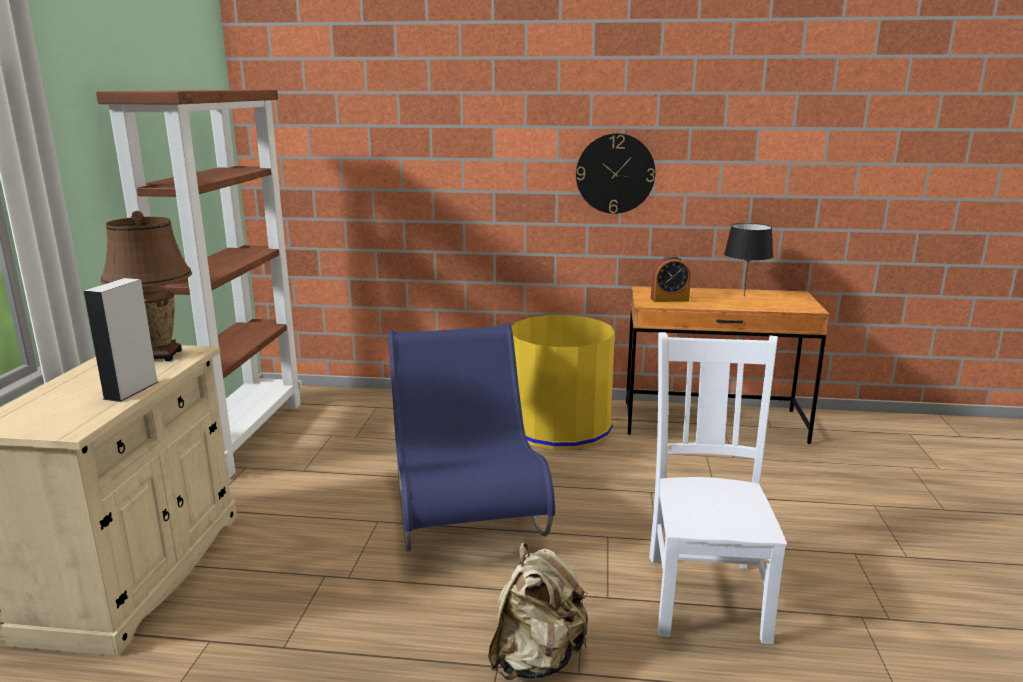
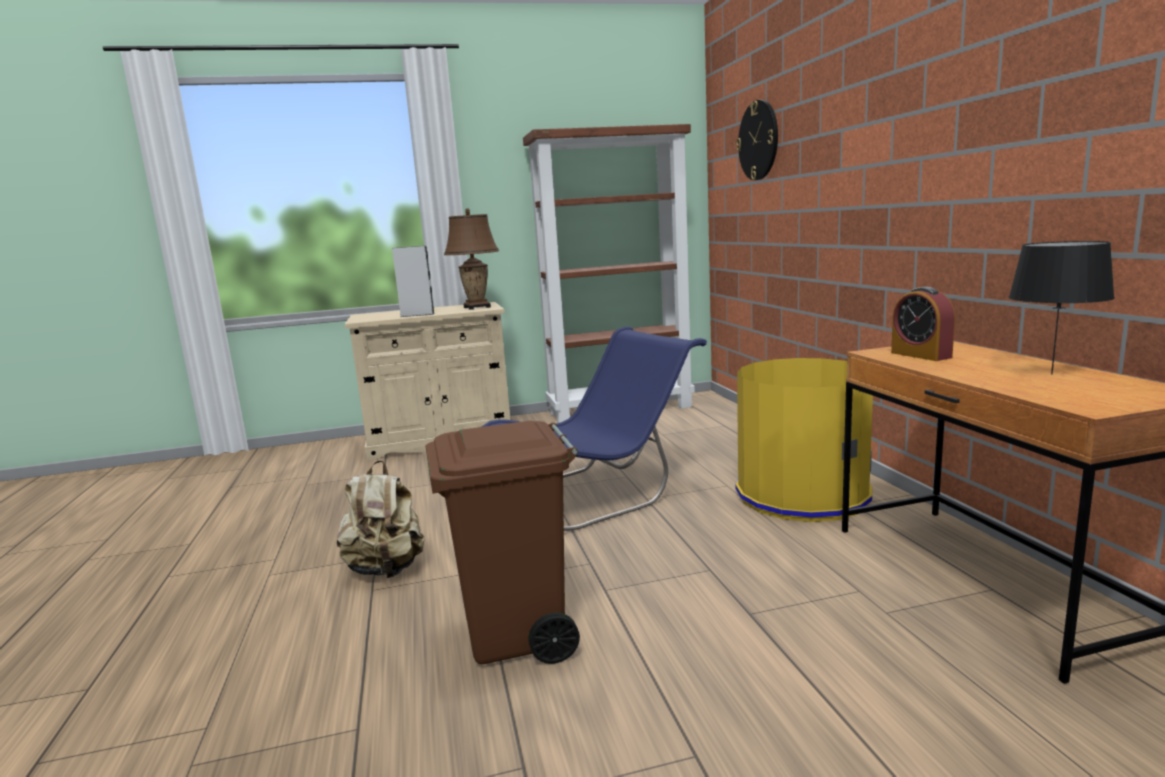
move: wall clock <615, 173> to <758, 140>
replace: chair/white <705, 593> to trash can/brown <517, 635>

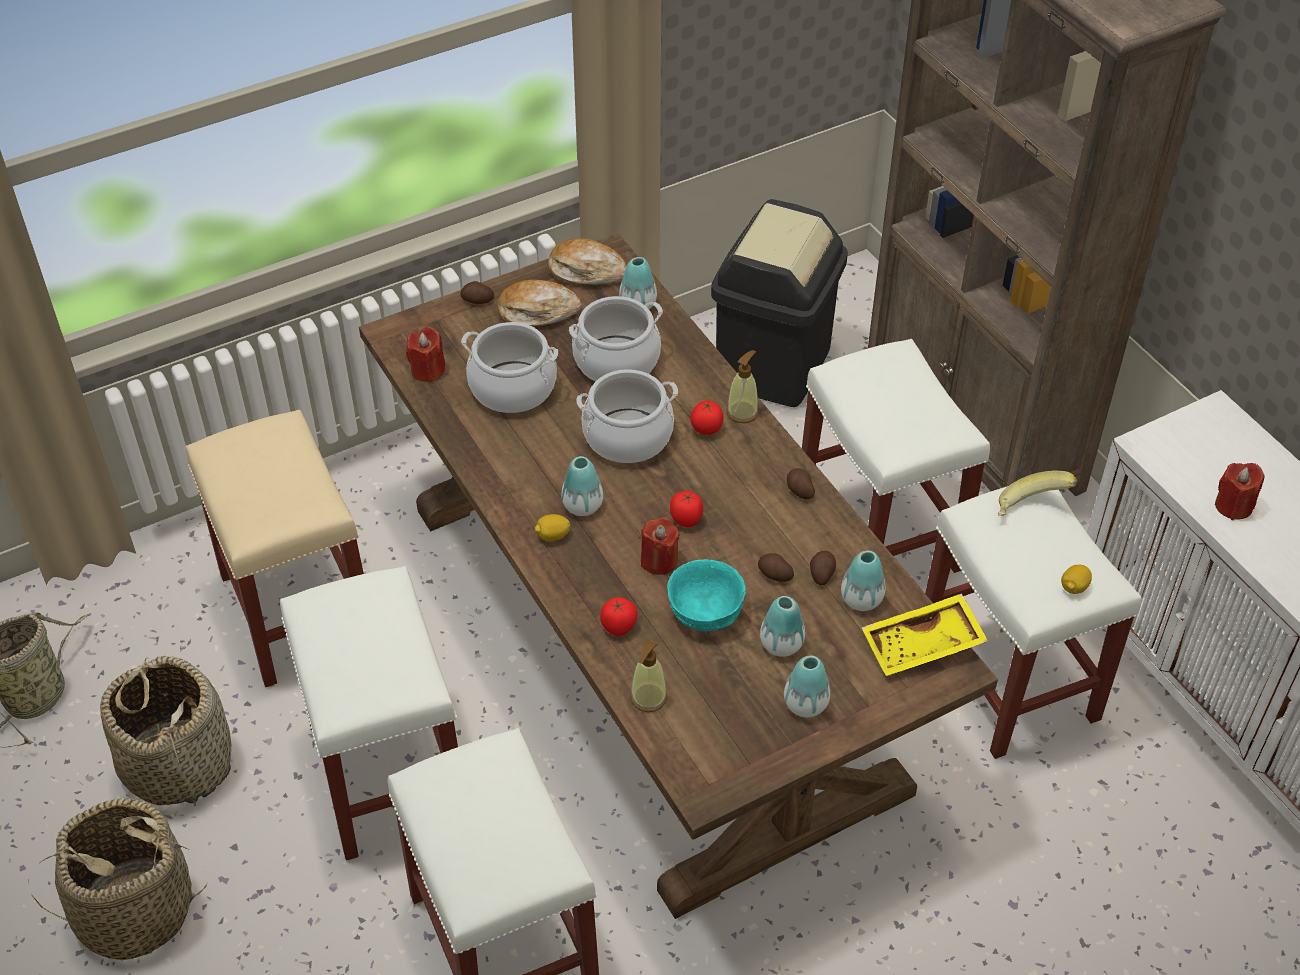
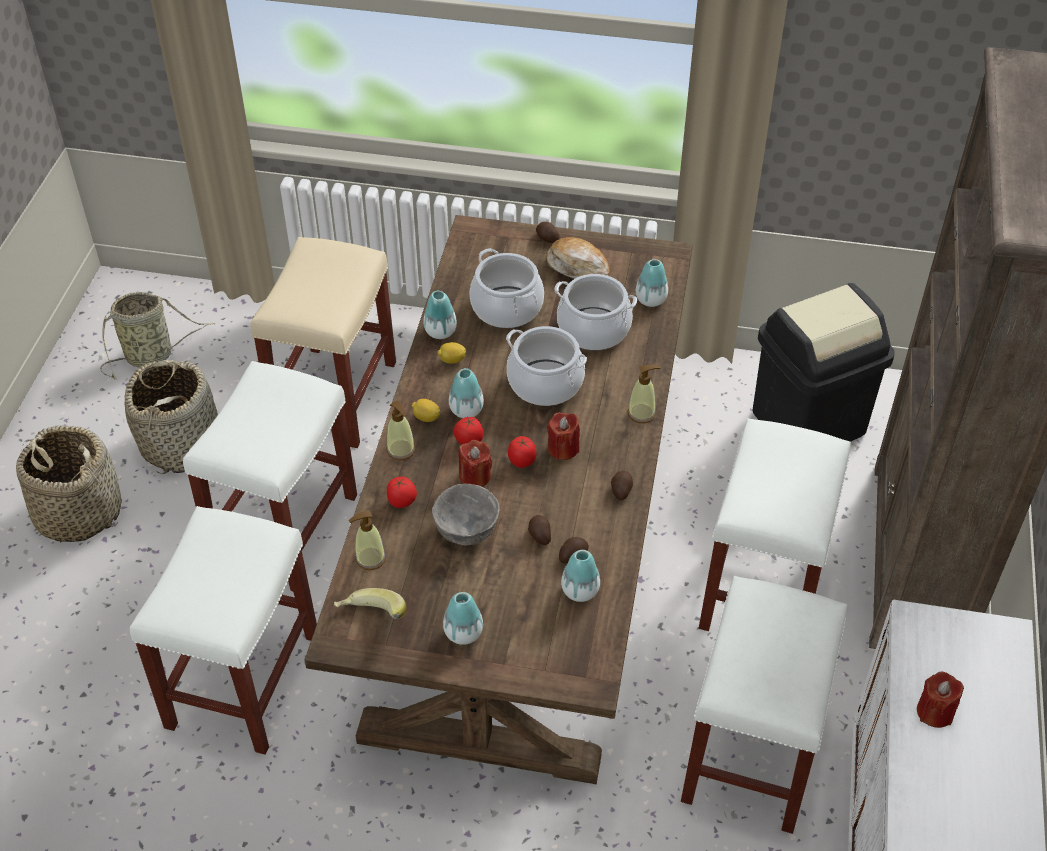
delete: bread <586, 271>; tray/yellow <923, 646>
insert: soap dispenser <401, 450>
move: candle/red <428, 370> to <563, 448>; tomato <706, 429> to <469, 441>; vase <781, 644> to <440, 332>; banana <1031, 509> to <371, 618>; lemon <1074, 587> to <452, 360>
recolor: bowl/turquoise <706, 612> to bowl/grey <467, 529>

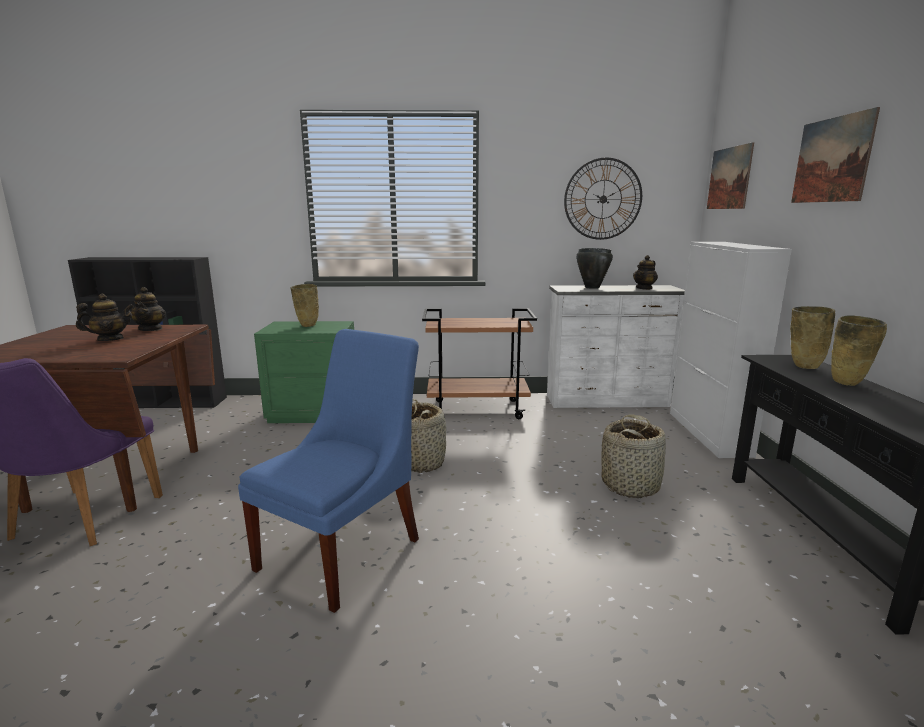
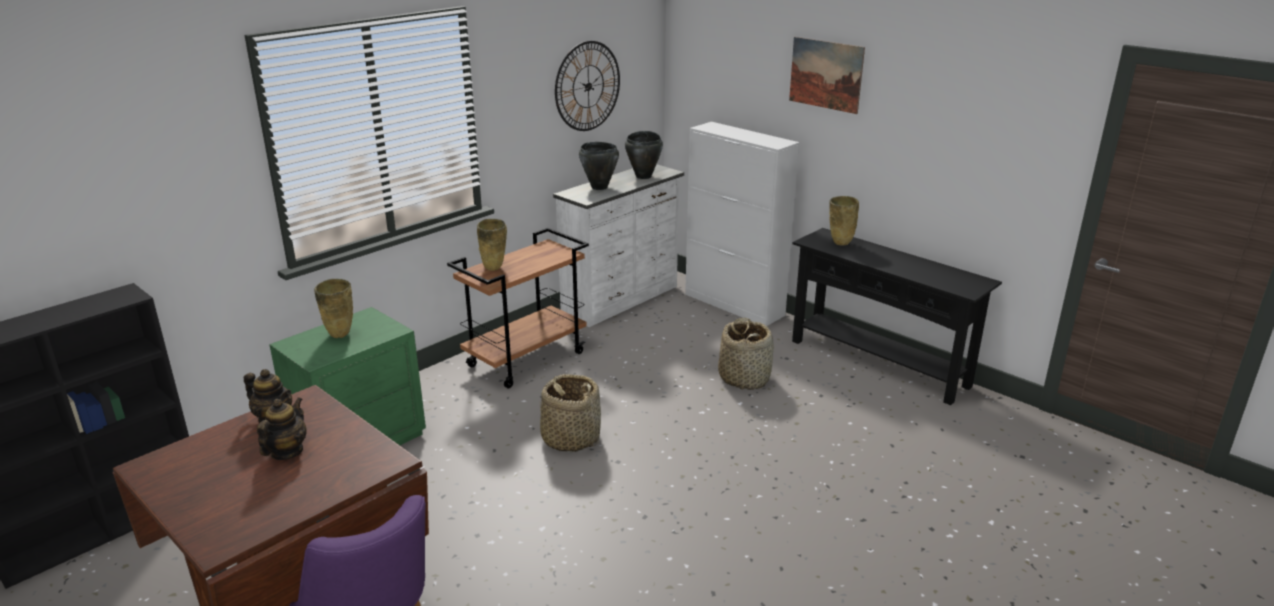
delete: chair/blue <345, 550>; picture <729, 178>
move: vase/beige <847, 384> to <494, 268>
replace: teapot <644, 288> to cooking pot/black <644, 176>

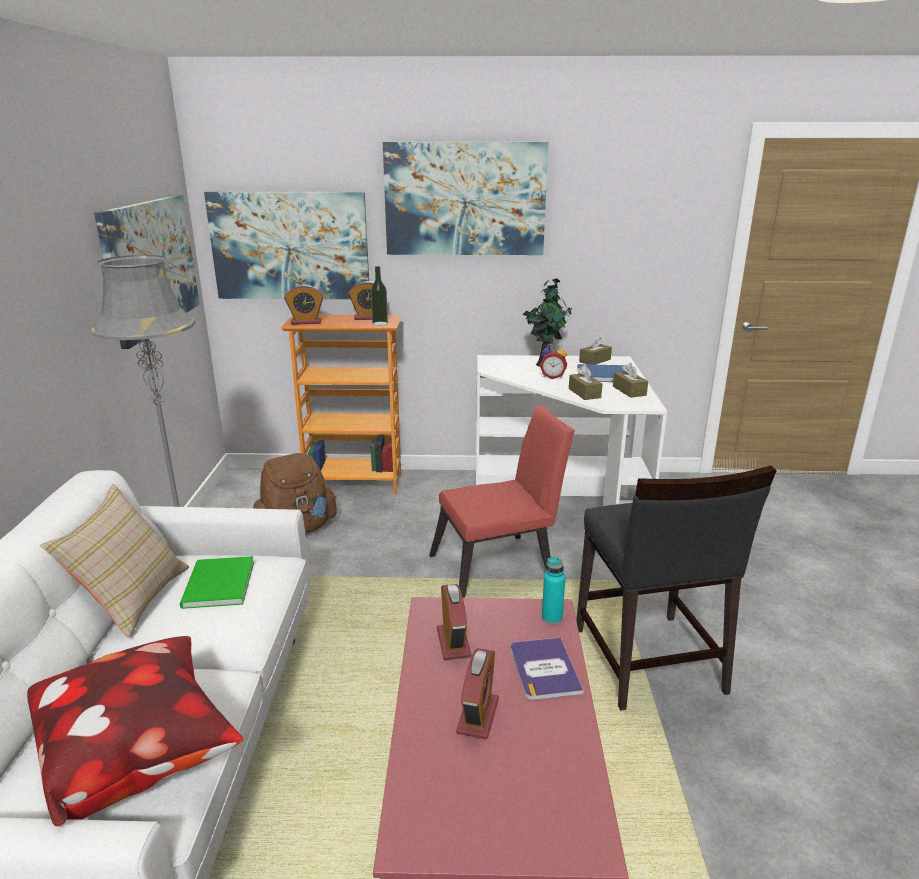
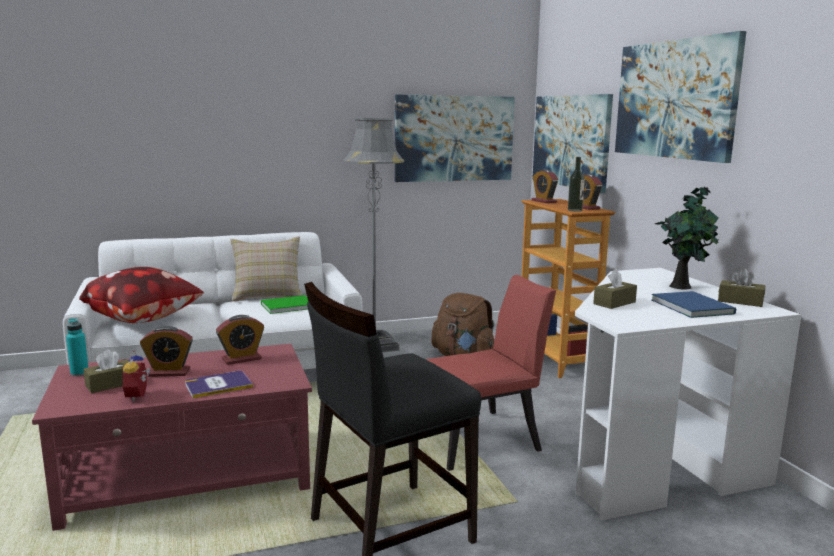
move: alarm clock <553, 377> to <139, 396>; bottle/turquoise <552, 618> to <79, 373>; tissue box/brown <629, 391> to <111, 384>
rotate: chair/red <500, 569> = <482, 439> 75 degrees counterclockwise

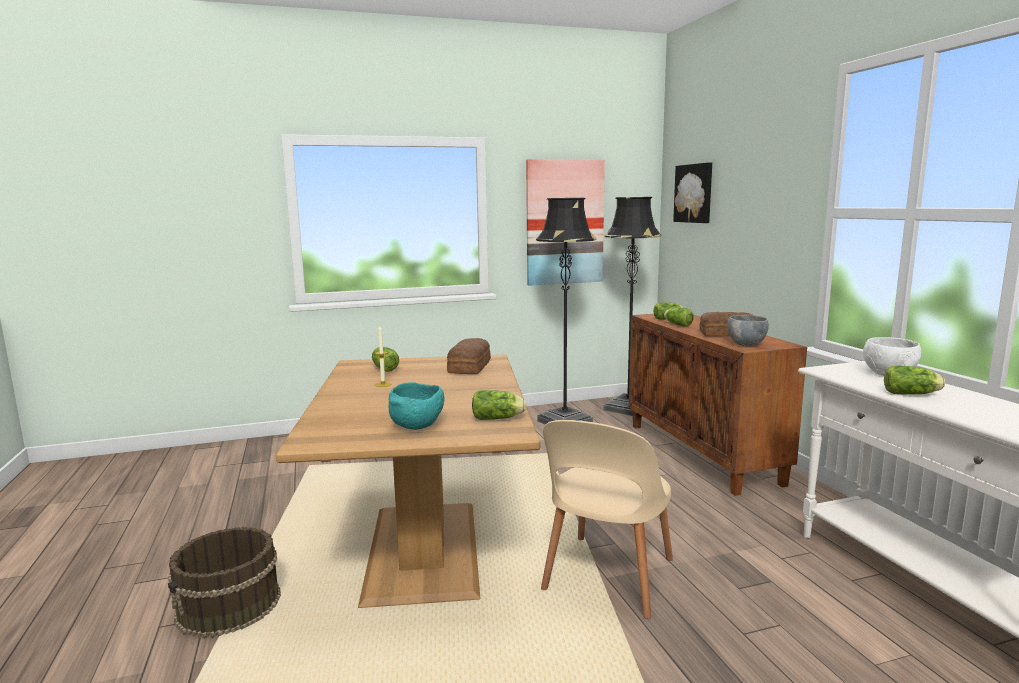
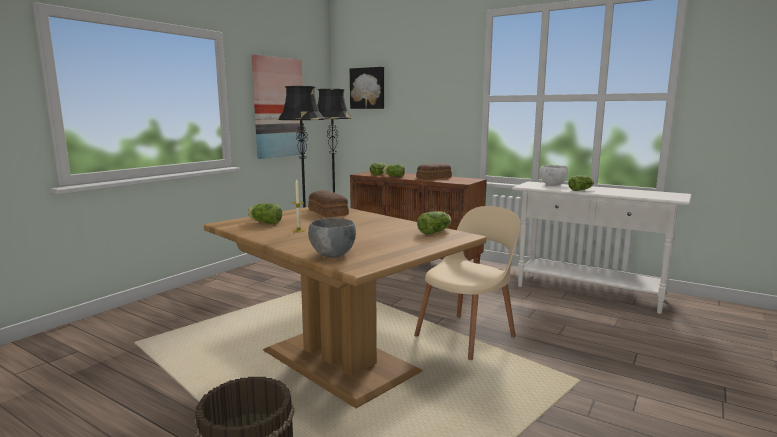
delete: bowl/turquoise <417, 426>
move: bowl/grey <745, 344> to <332, 255>
rotate: chair/beige <607, 578> = <467, 334> 120 degrees counterclockwise

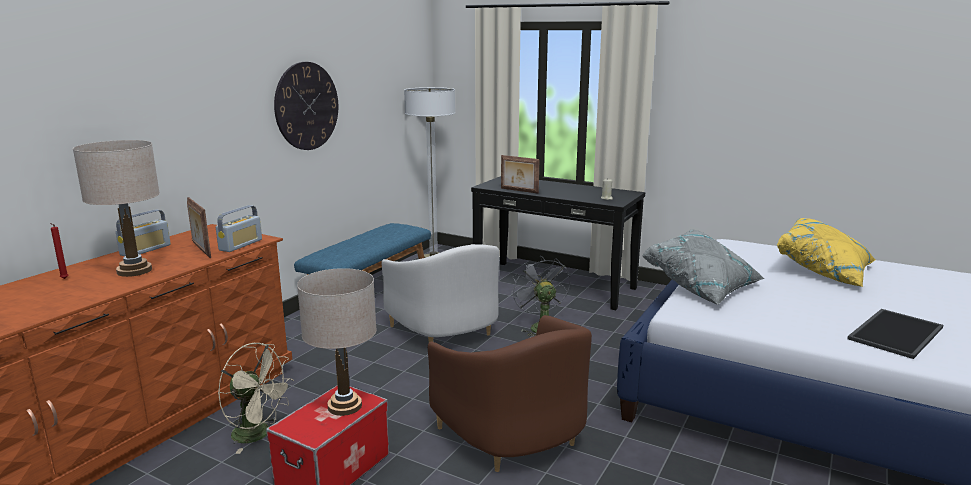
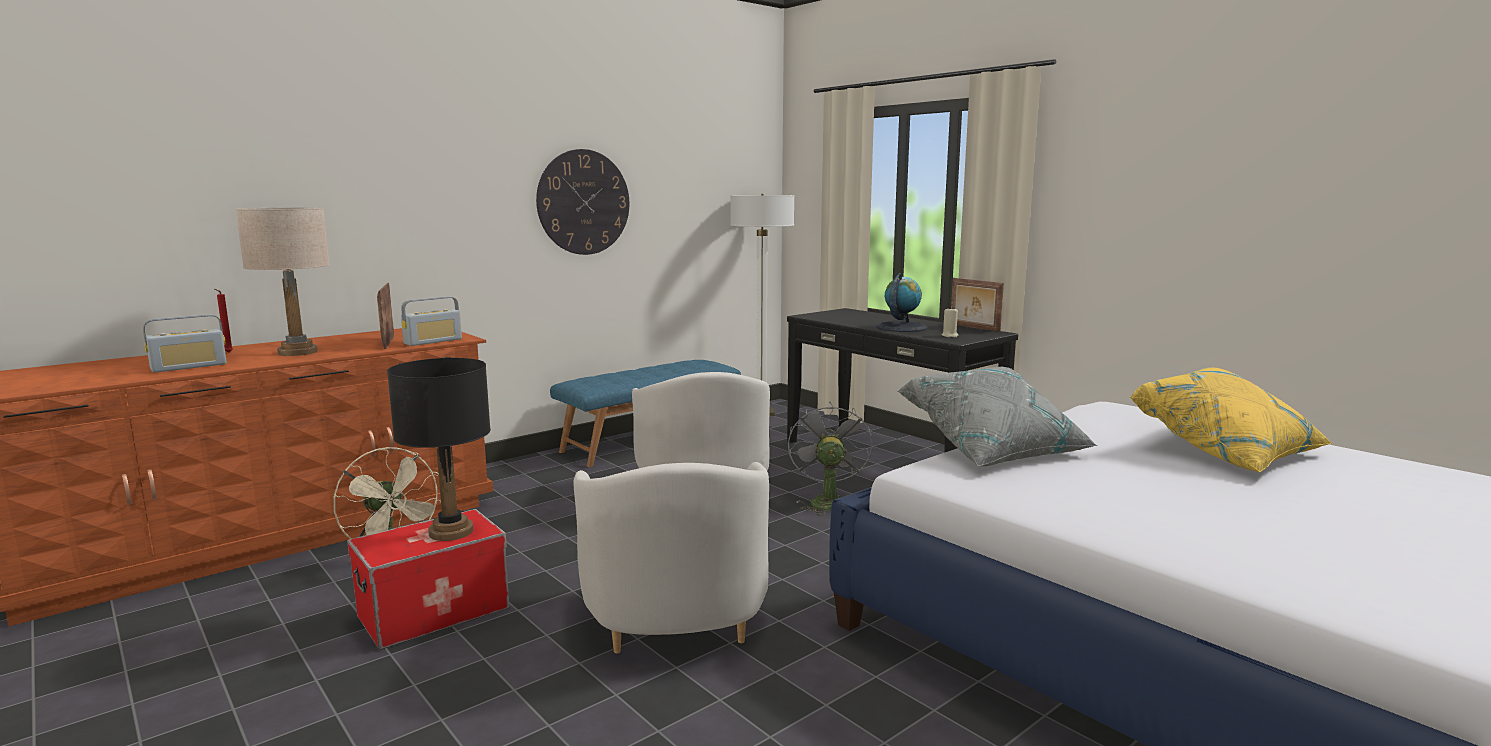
delete: tray <894, 332>
insert: globe <901, 327>
move: radio <146, 250> to <189, 367>; picture frame <519, 191> to <973, 328>
recolor: table lamp/beige <344, 406> to table lamp/black <450, 532>; armchair/brown <514, 436> to armchair/white <676, 617>

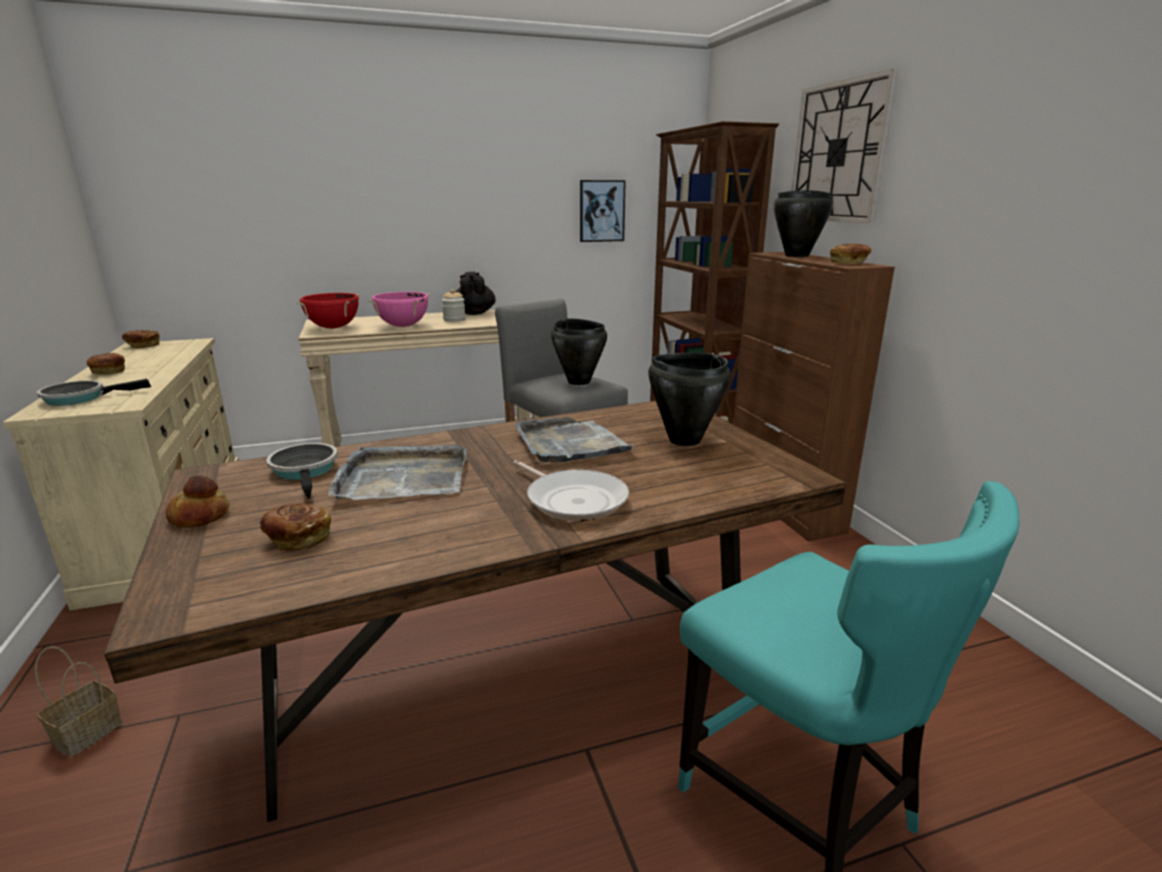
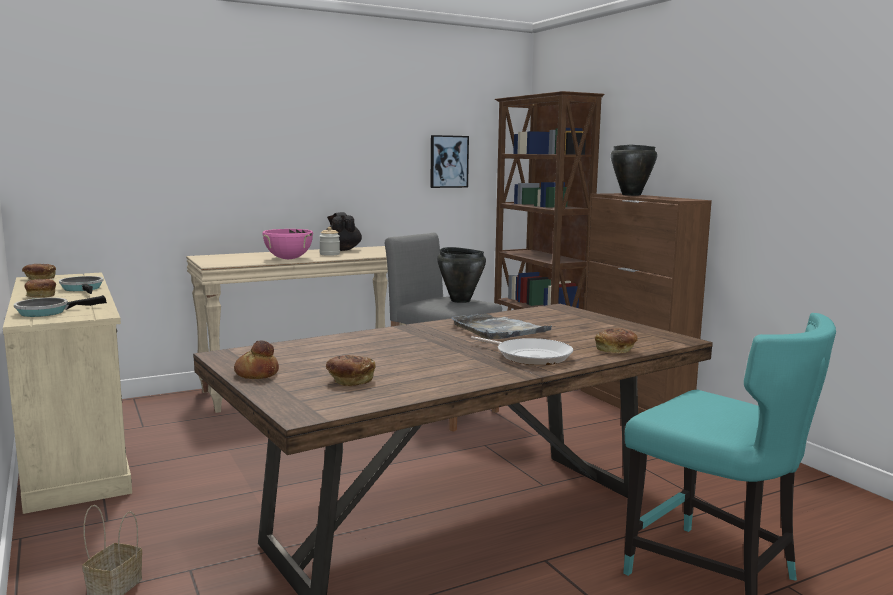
delete: cooking pot/red <333, 327>; tray/grey <403, 477>; cooking pot/black <683, 440>; wall clock <838, 152>
move: frying pan <305, 471> to <83, 289>; bread <849, 263> to <615, 350>

